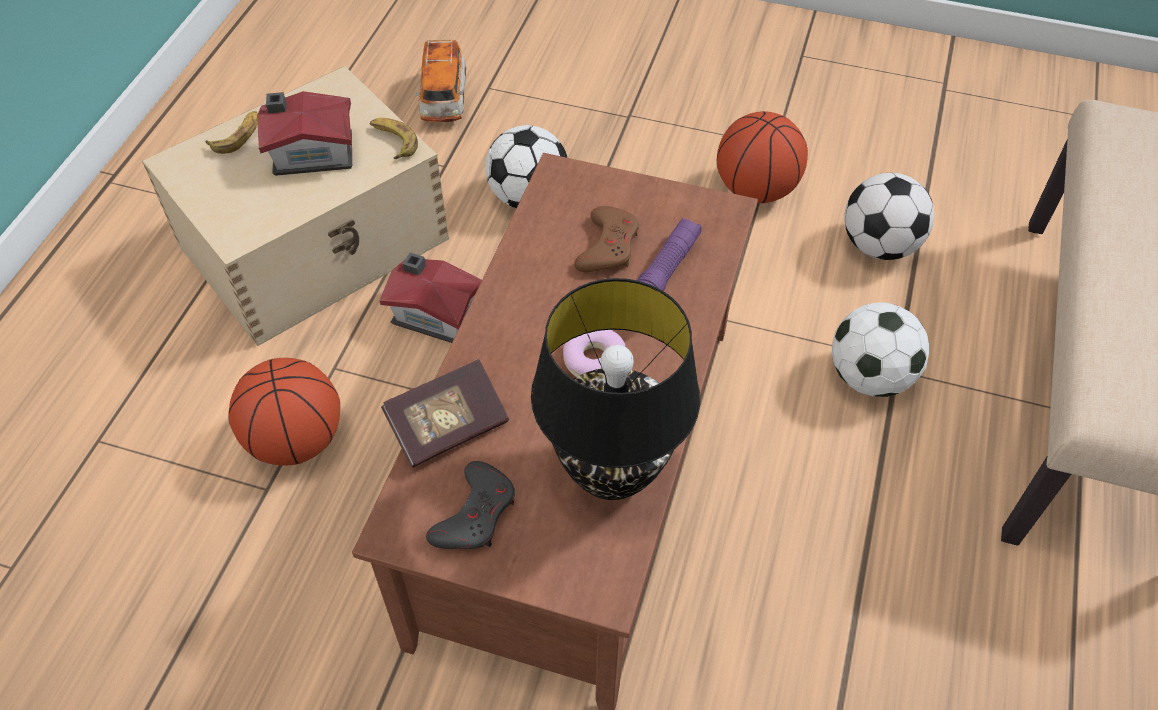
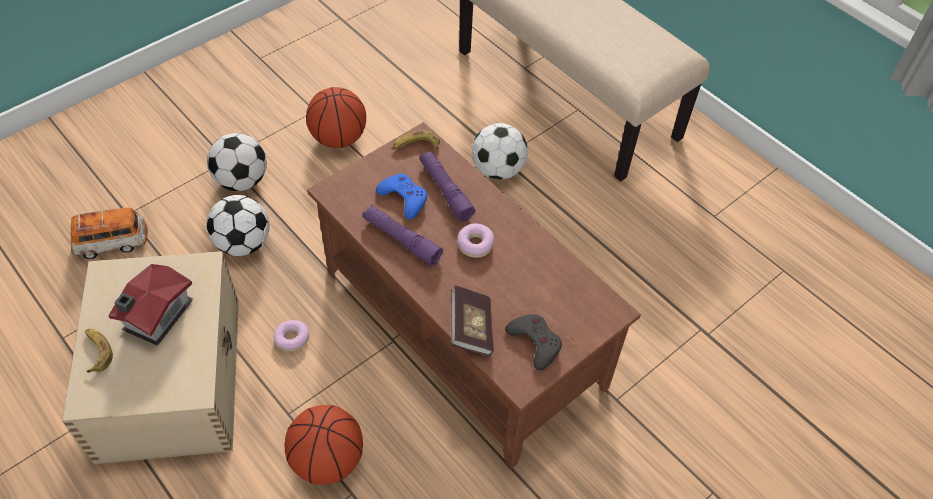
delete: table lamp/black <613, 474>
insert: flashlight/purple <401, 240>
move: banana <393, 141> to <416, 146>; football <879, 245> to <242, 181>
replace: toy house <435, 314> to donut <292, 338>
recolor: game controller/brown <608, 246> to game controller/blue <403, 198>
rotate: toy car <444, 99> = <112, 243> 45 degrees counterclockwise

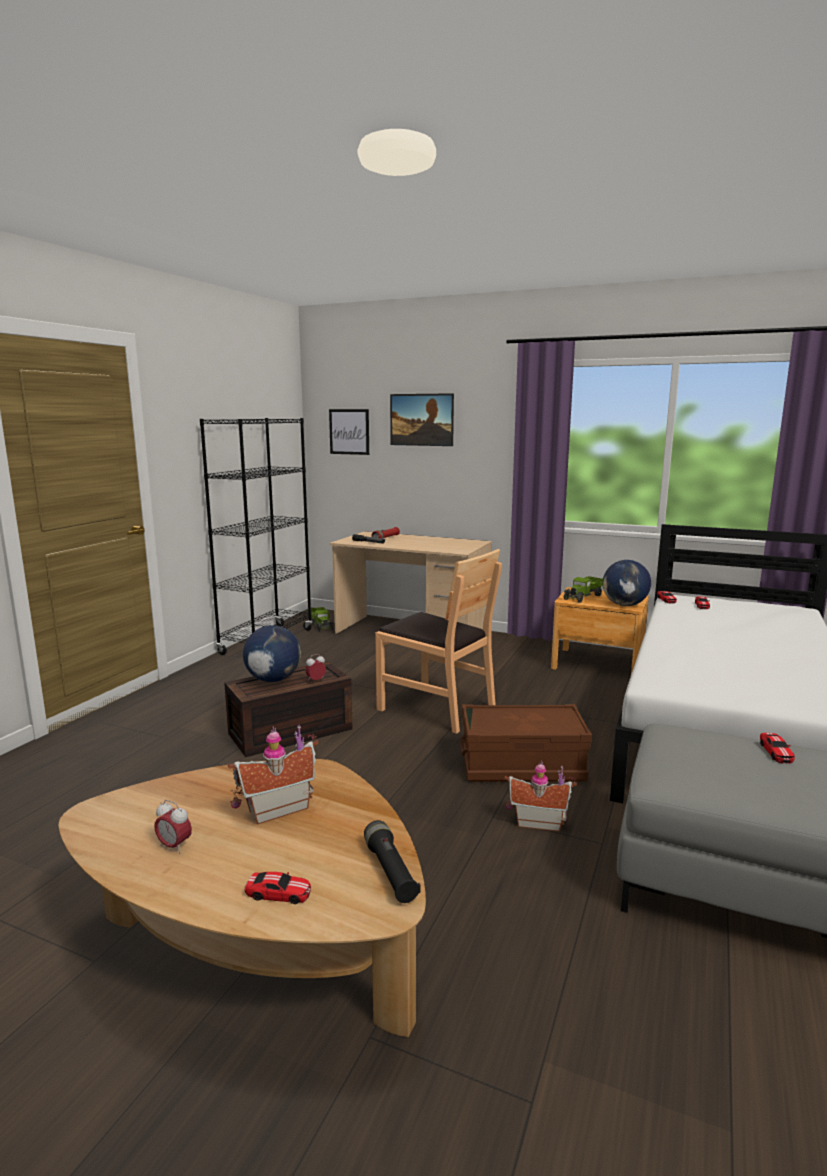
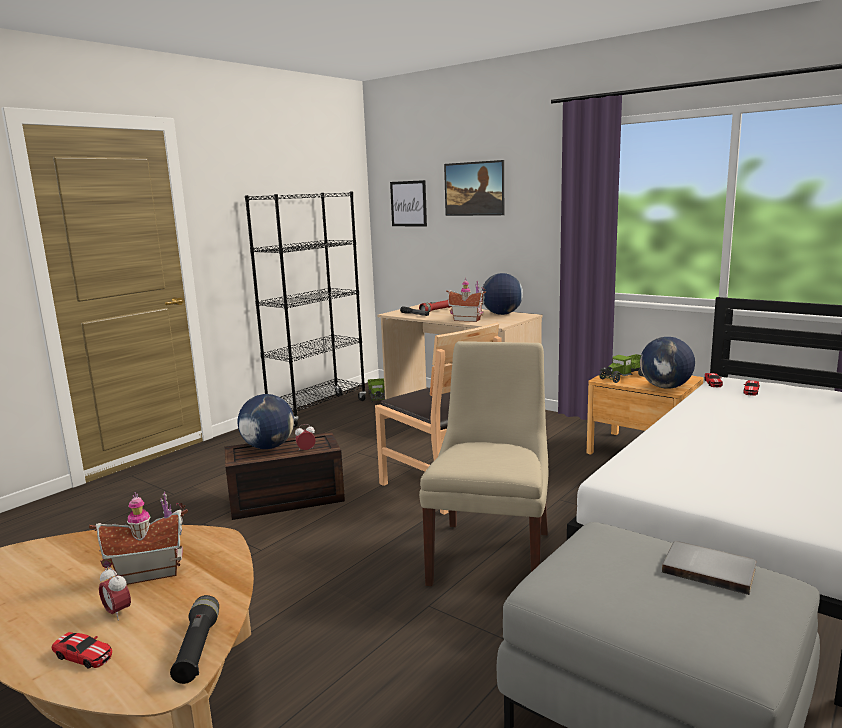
insert: globe <502, 314>
move: alarm clock <174, 846> to <117, 613>; toy house <537, 821> to <467, 319>
replace: storage box/brown <521, 765> to chair/beige <491, 554>; toy car <776, 752> to book/grey <709, 569>

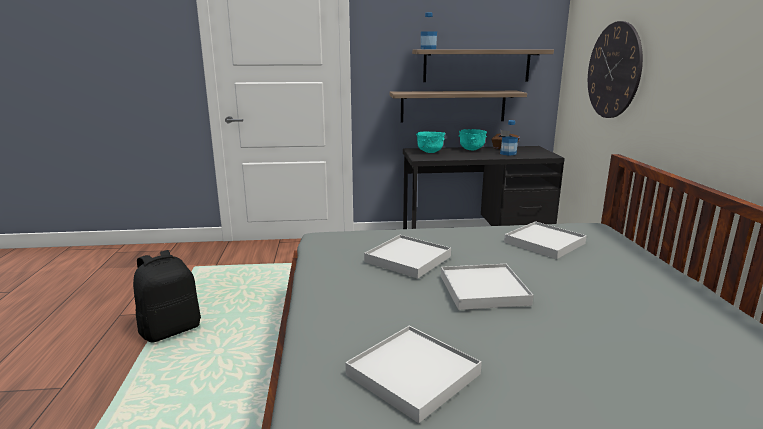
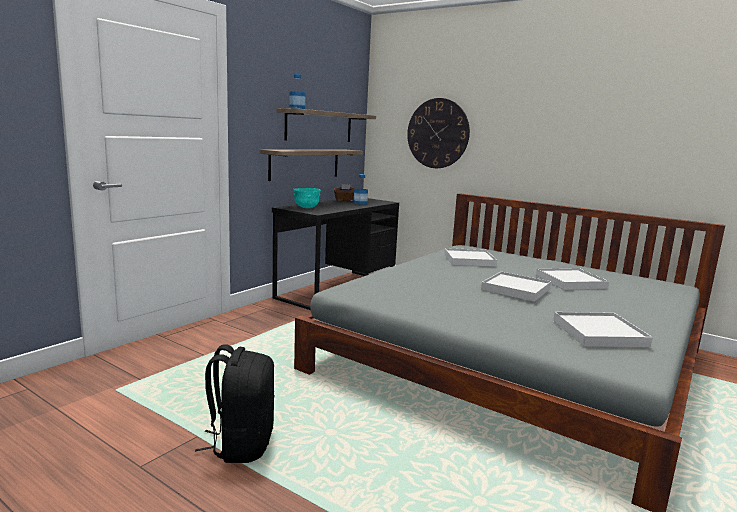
delete: bowl/turquoise <471, 149>
move: tray/white <408, 259> to <570, 282>

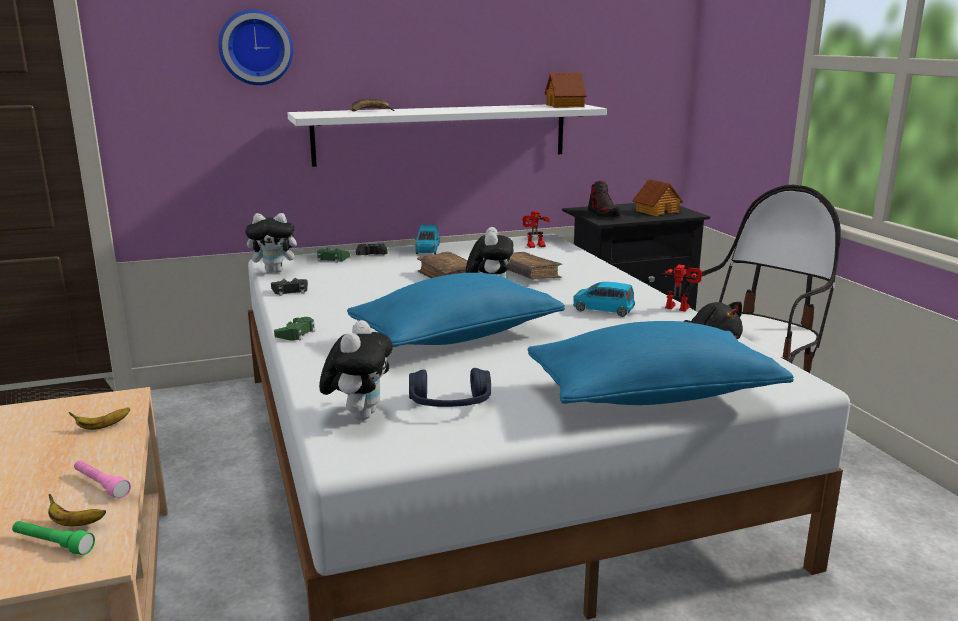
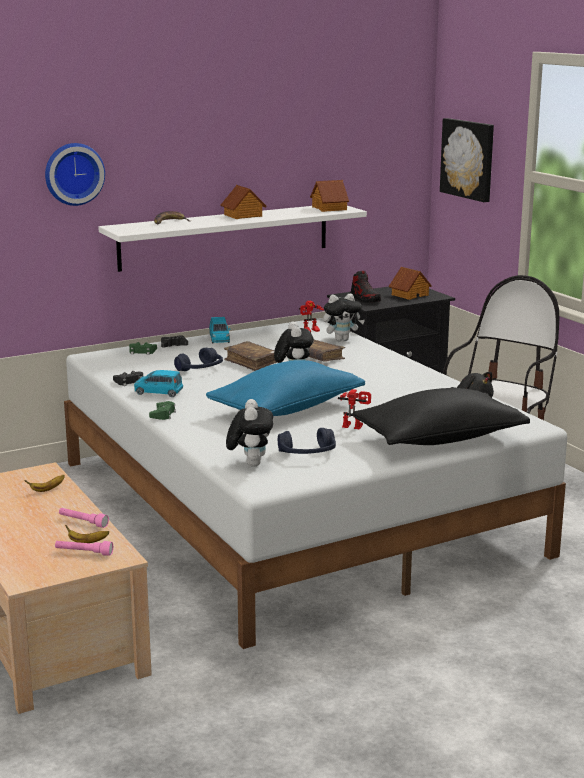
insert: headphones/blue <200, 369>; toy house <243, 215>; picture <469, 159>
move: plush toy <276, 271> to <342, 340>; toy car/blue <603, 310> to <158, 392>; toy robot <679, 307> to <354, 425>
recolor: flashlight/green <53, 544> to flashlight/pink <84, 553>; pillow/blue <652, 396> to pillow/black <439, 439>

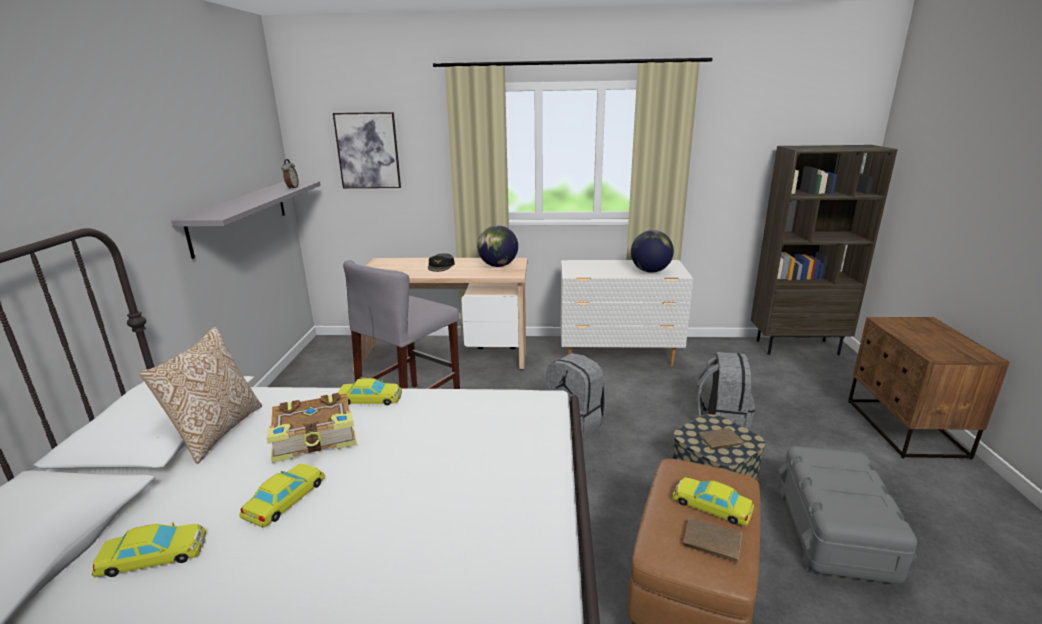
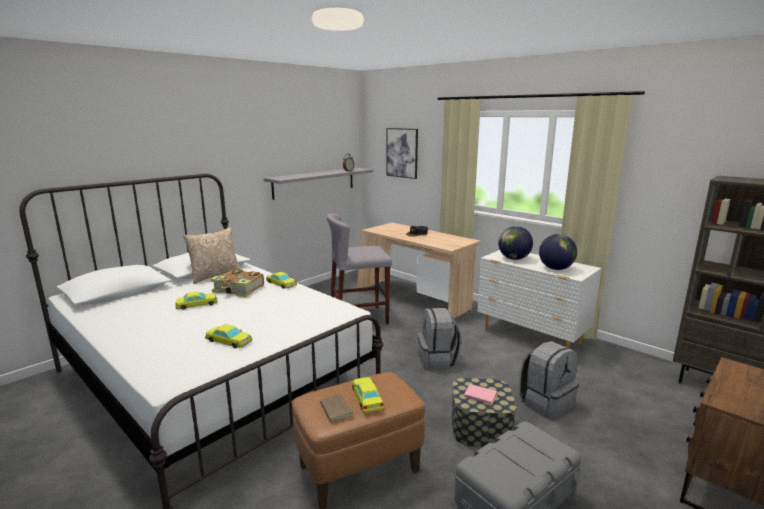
move: toy car/yellow <154, 555> to <229, 341>; globe <498, 266> to <514, 259>
recolor: book/brown <721, 442> to book/pink <480, 396>

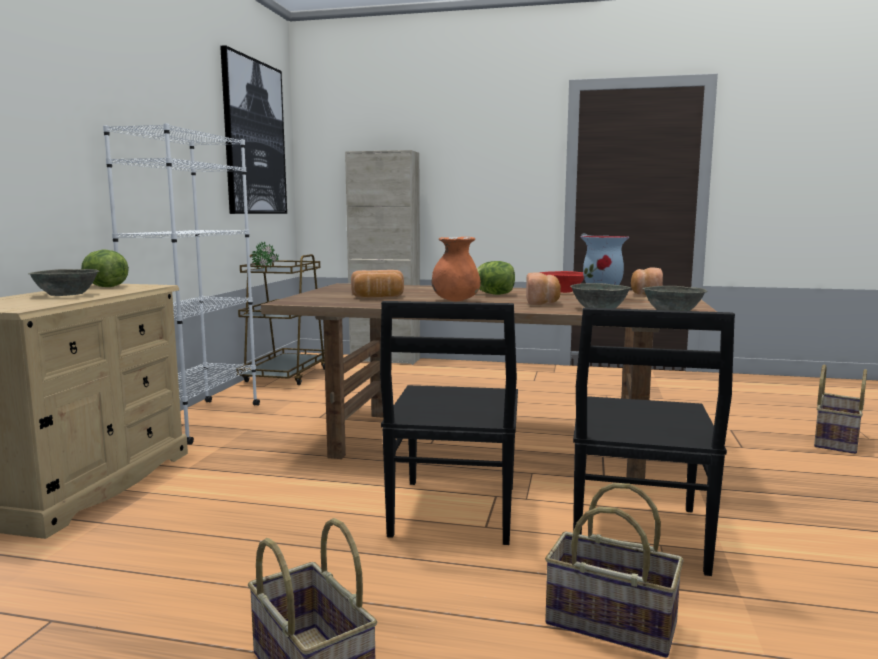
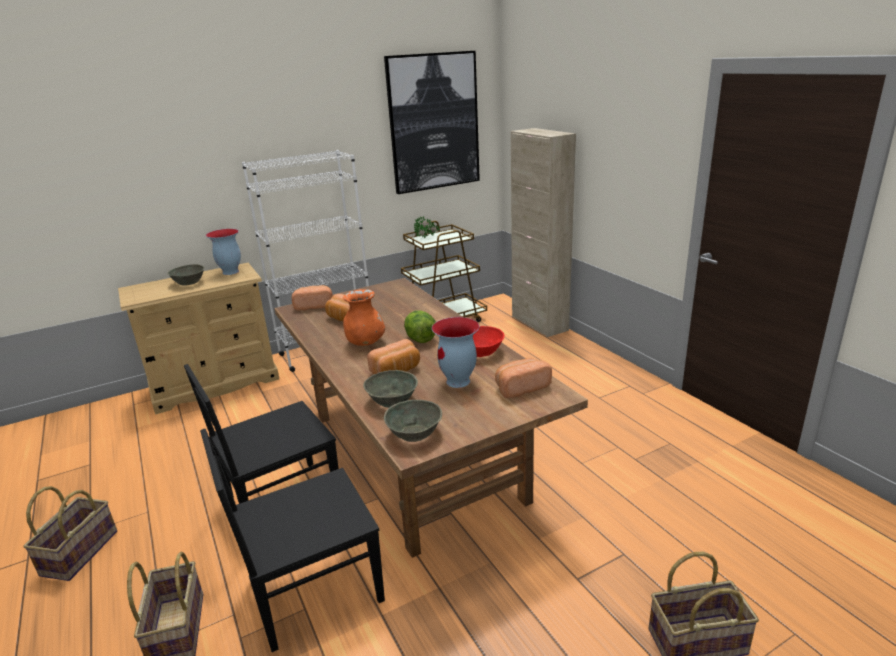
insert: bread <314, 306>
replace: lettuce <105, 287> to vase <230, 272>

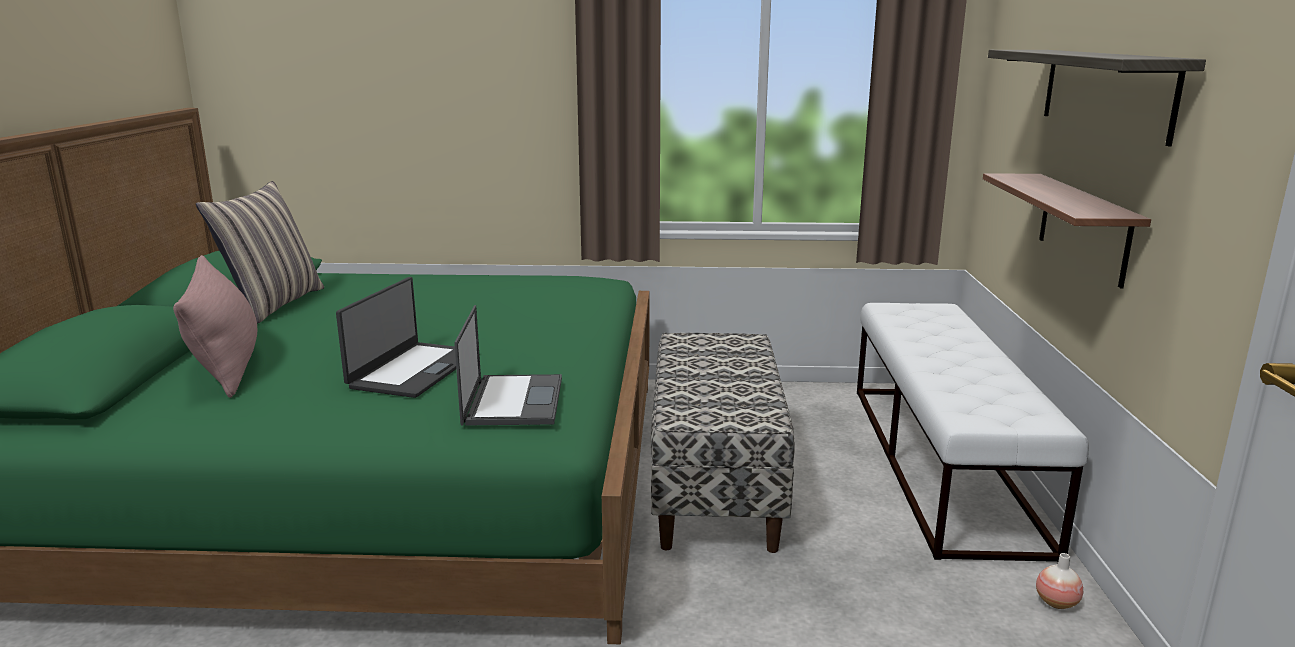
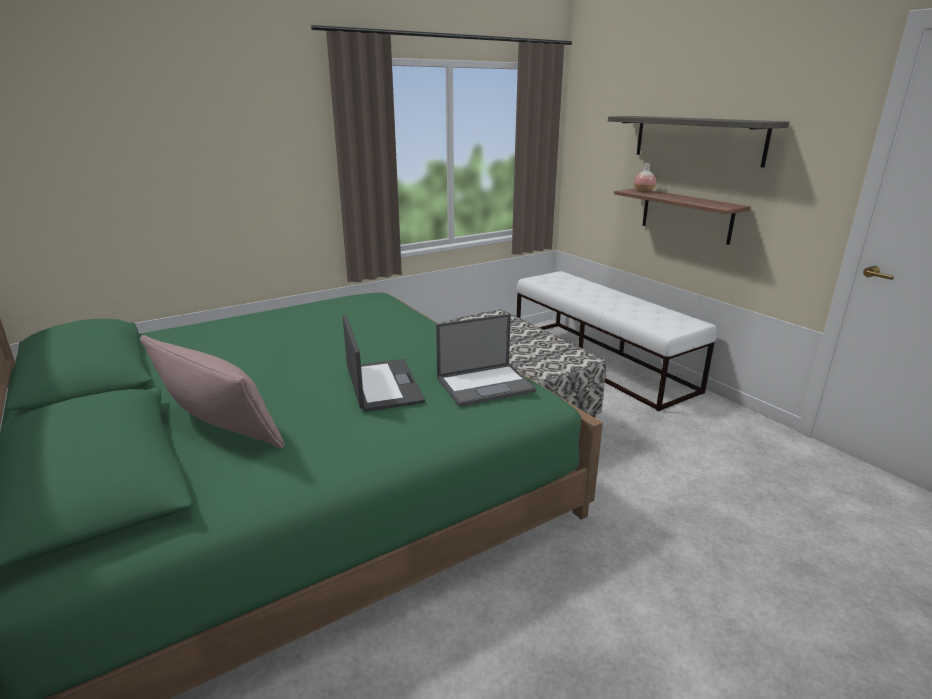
delete: pillow <273, 304>
move: vase <1056, 602> to <644, 191>
rotate: laptop <513, 400> = <486, 384> 105 degrees clockwise

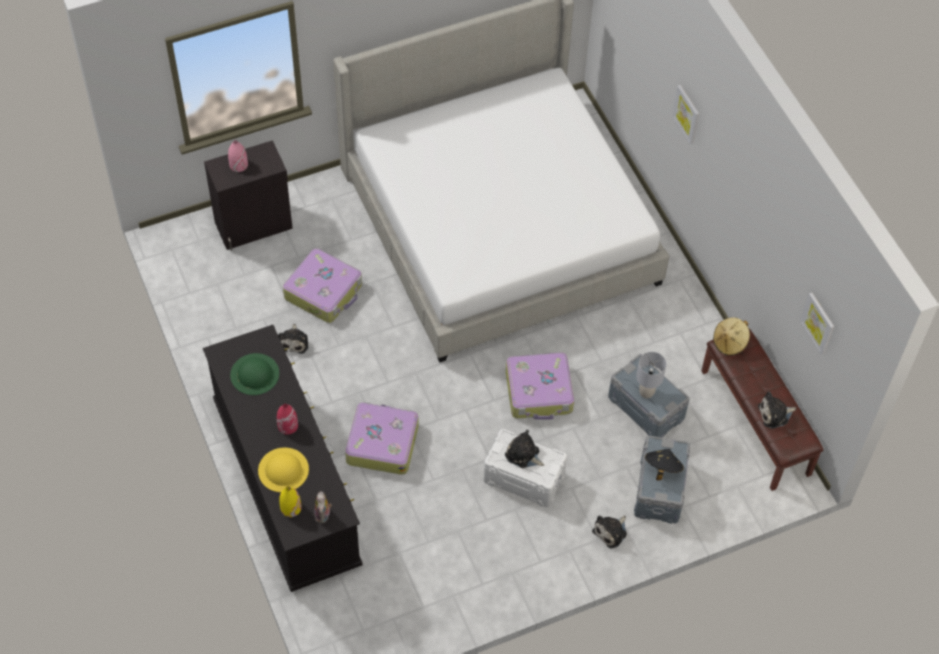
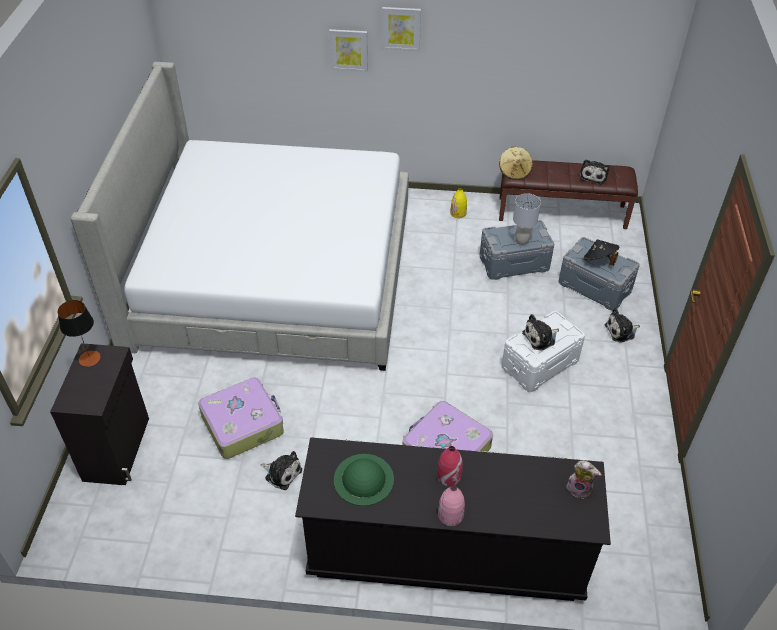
delete: hat/yellow <283, 469>; suitcase <539, 392>
insert: table lamp <89, 358>
move: vase/pink <238, 164> to <450, 515>; vase/yellow <290, 508> to <458, 213>; picture <818, 323> to <401, 28>
rotate: plush toy <611, 532> = <621, 331> 90 degrees clockwise

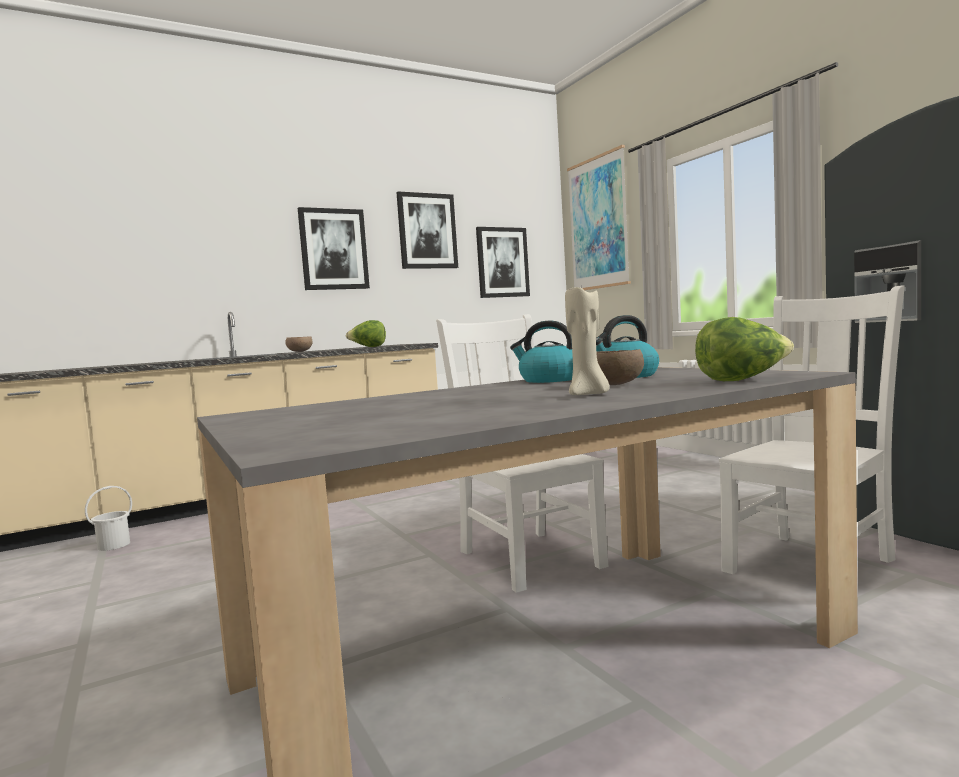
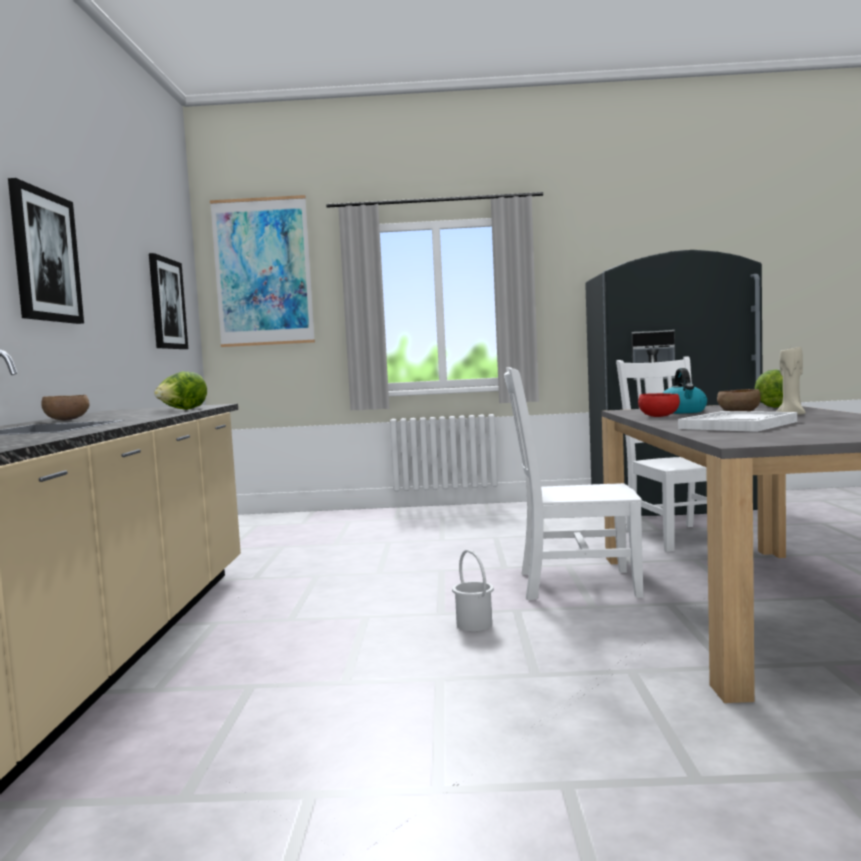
delete: picture <427, 231>
insert: tray/white <738, 425>
move: bucket/white <113, 545> to <474, 625>
replace: kettle <549, 380> to bowl/red <660, 417>

